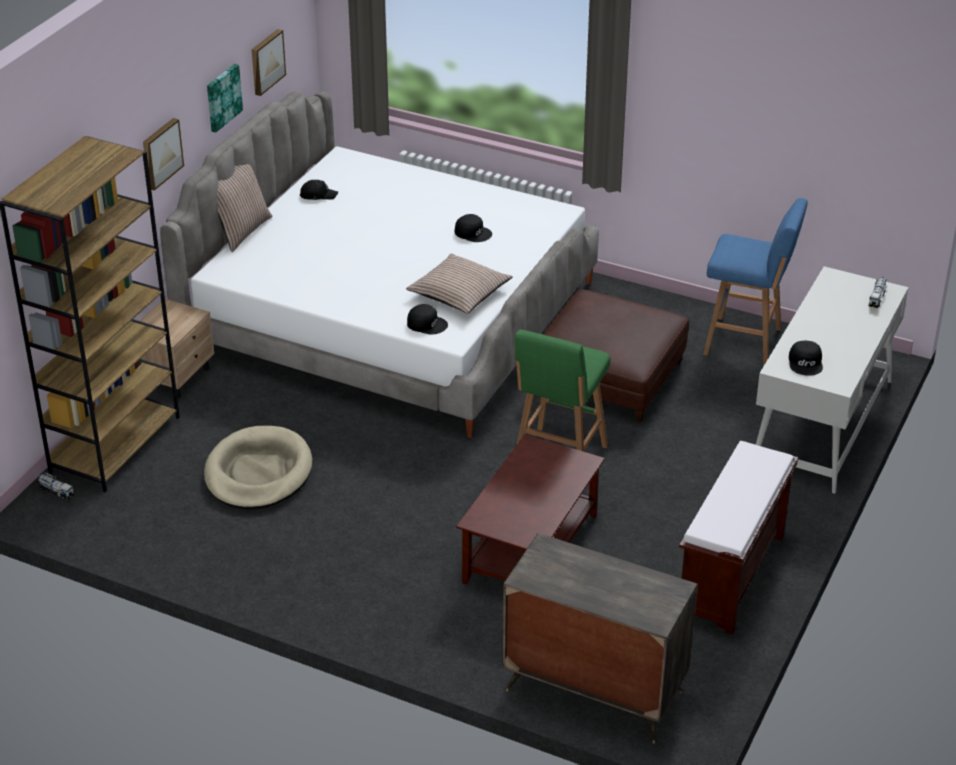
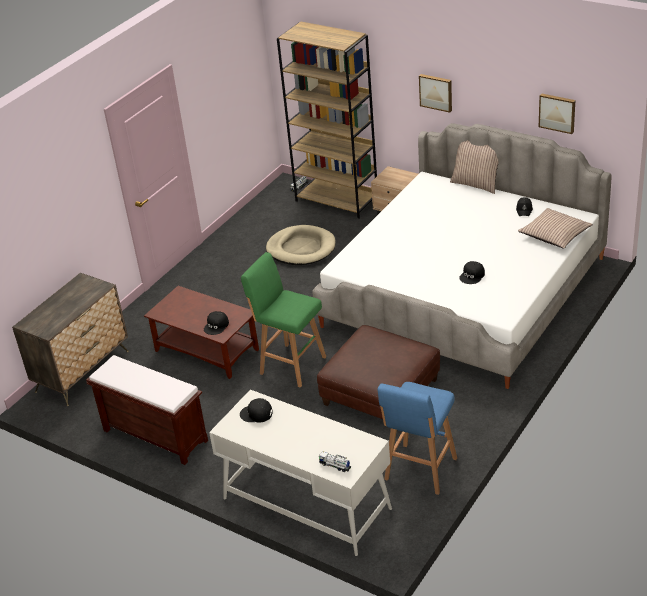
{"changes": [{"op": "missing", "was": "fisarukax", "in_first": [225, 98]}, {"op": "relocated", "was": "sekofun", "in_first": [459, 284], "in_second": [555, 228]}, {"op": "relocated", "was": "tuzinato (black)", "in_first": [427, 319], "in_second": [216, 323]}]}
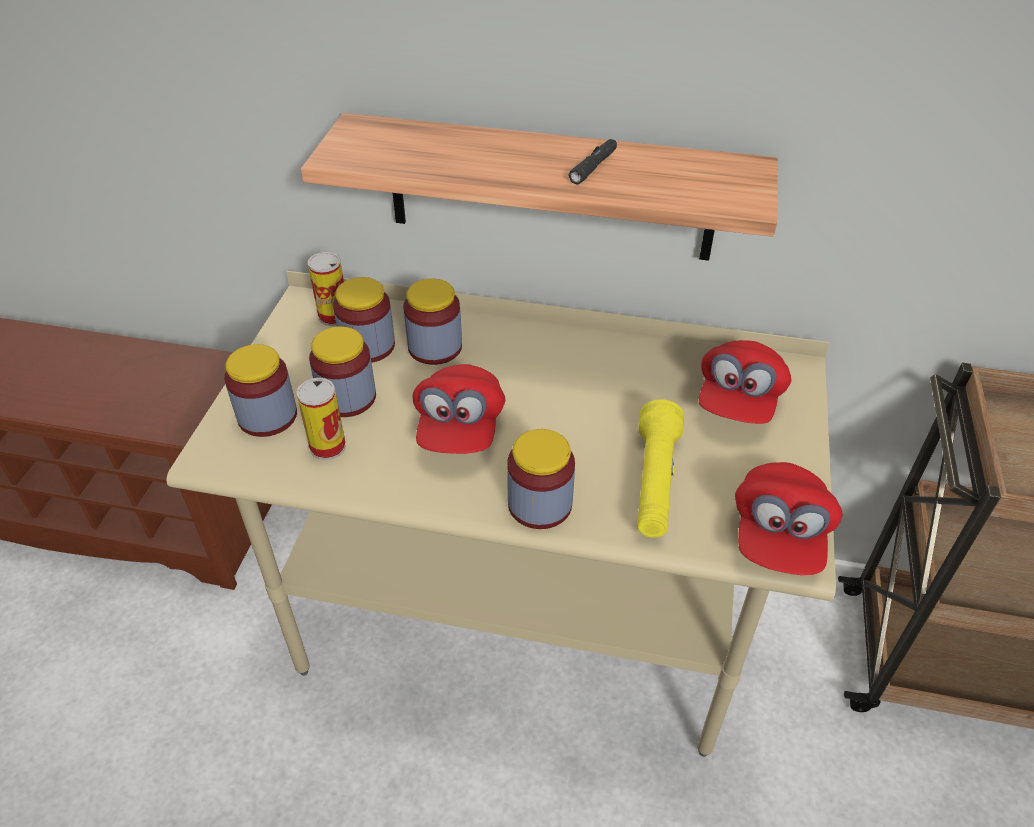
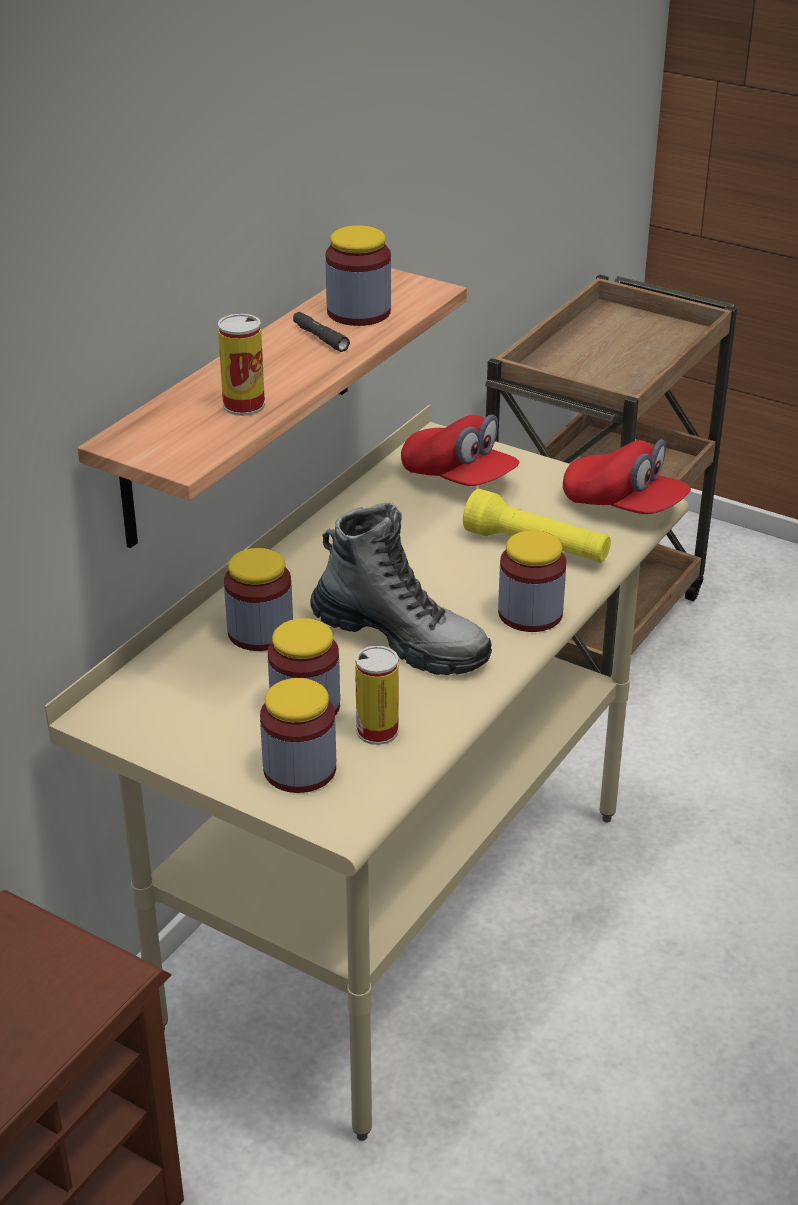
{"changes": [{"op": "relocated", "was": "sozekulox", "in_first": [326, 289], "in_second": [241, 364]}, {"op": "relocated", "was": "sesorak", "in_first": [364, 320], "in_second": [358, 275]}, {"op": "exchanged", "was": "tuzinato (red)", "now": "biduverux", "in_first": [458, 409], "in_second": [401, 589]}]}
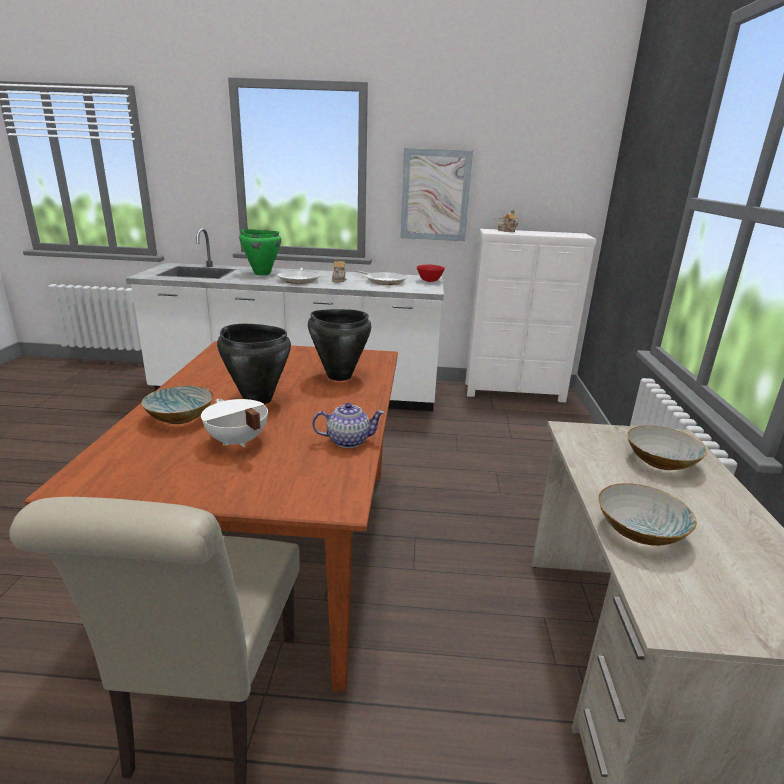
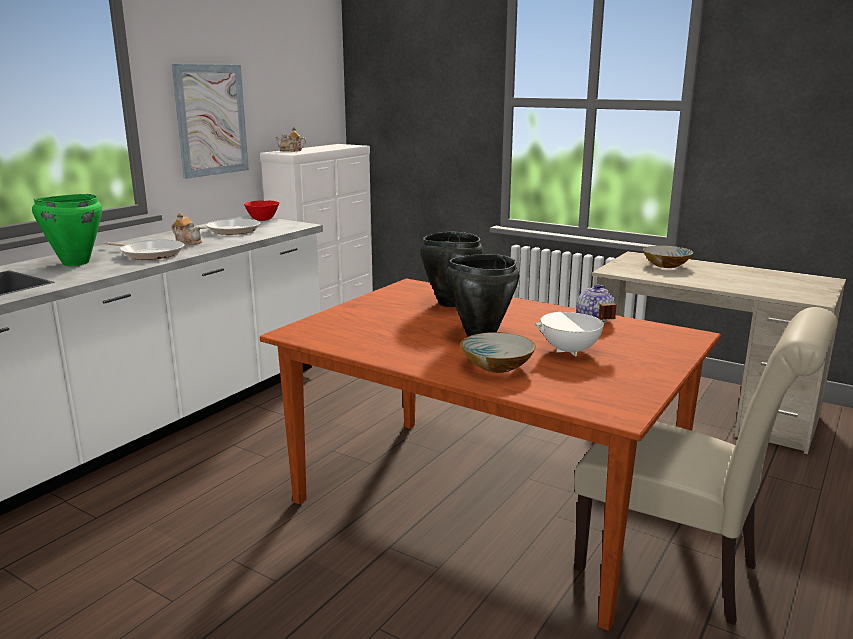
{"changes": [{"op": "missing", "was": "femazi", "in_first": [647, 514]}]}
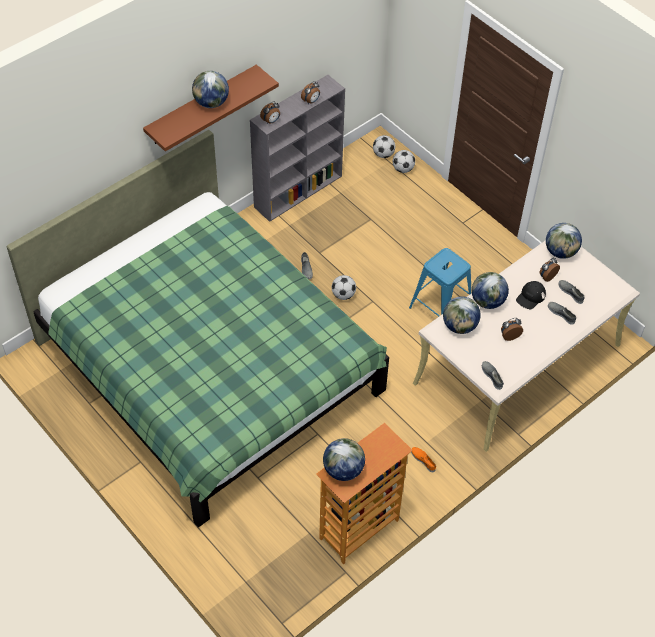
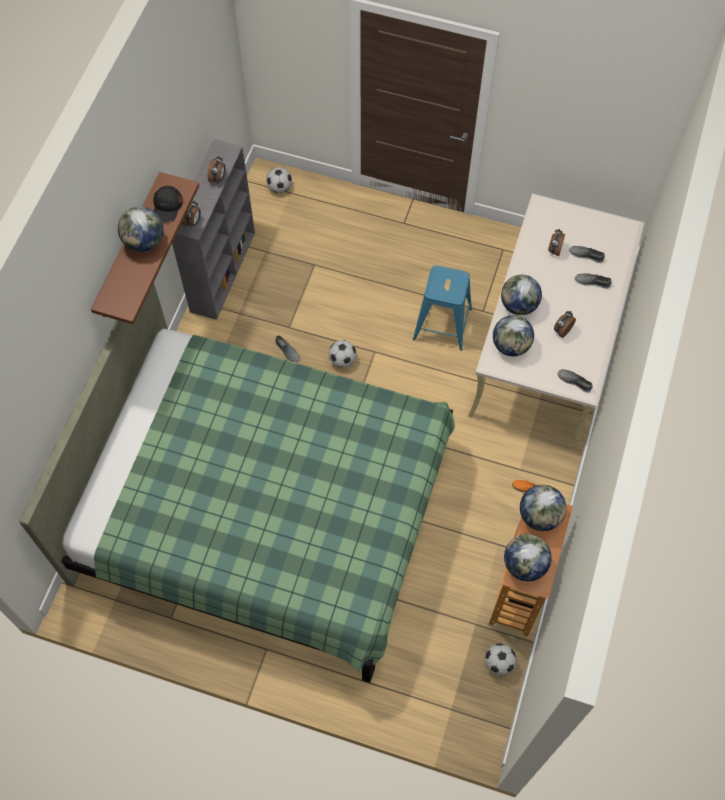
{"changes": [{"op": "relocated", "was": "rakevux", "in_first": [404, 161], "in_second": [500, 660]}, {"op": "relocated", "was": "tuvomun", "in_first": [564, 241], "in_second": [543, 508]}, {"op": "relocated", "was": "tuzinato (black)", "in_first": [531, 295], "in_second": [168, 204]}]}
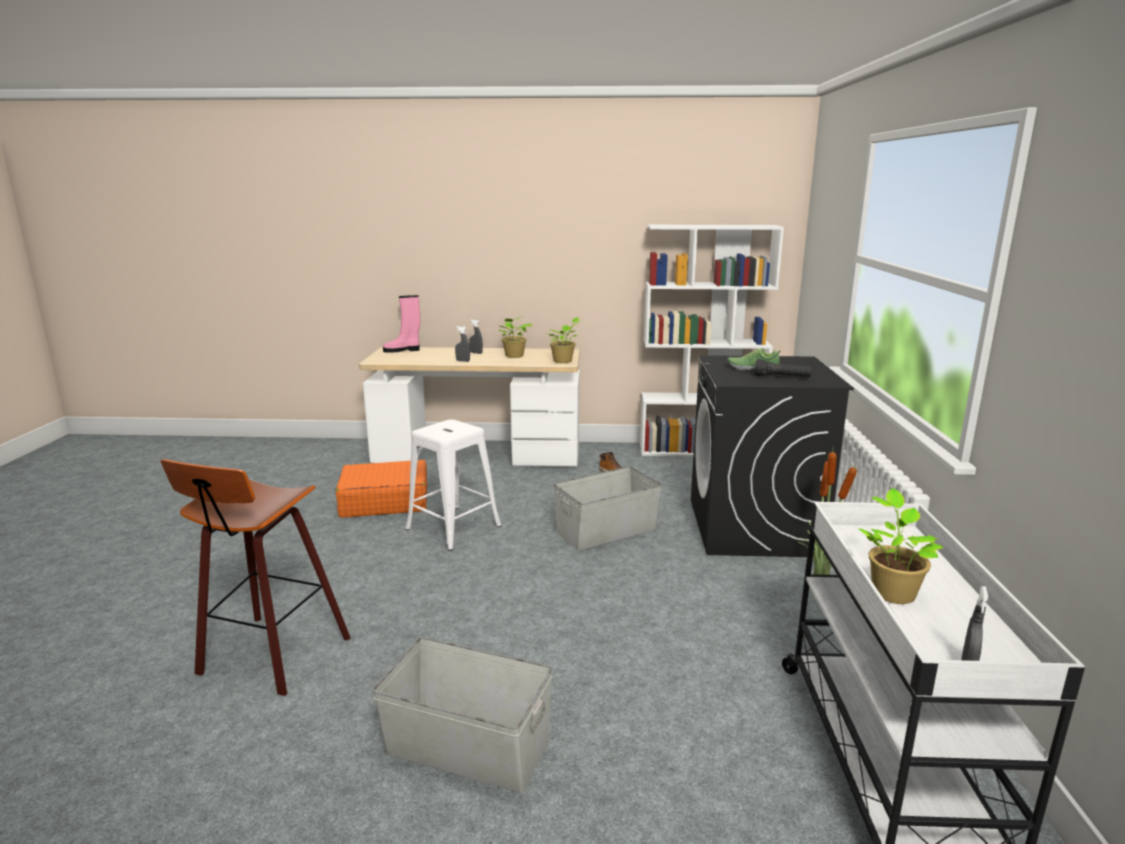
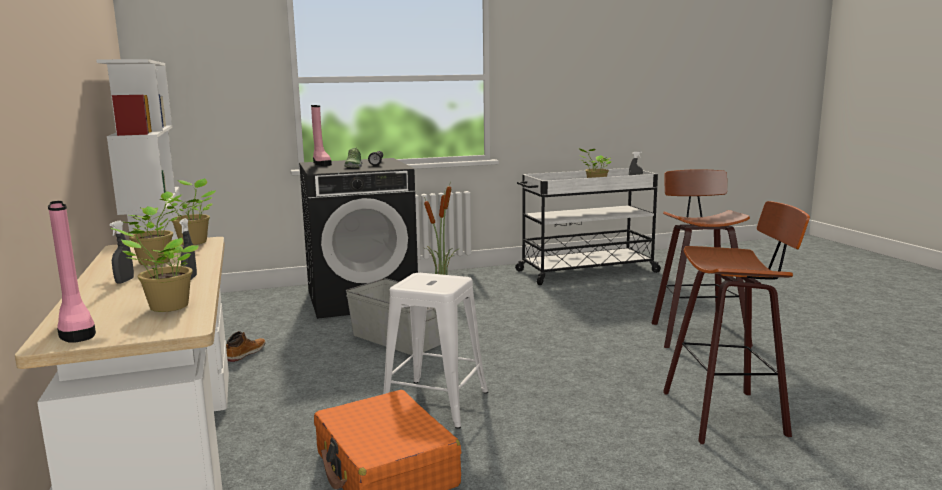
{"changes": [{"op": "exchanged", "was": "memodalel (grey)", "now": "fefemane", "in_first": [462, 715], "in_second": [702, 258]}, {"op": "appeared", "now": "biduverux (pink)", "in_second": [321, 135]}, {"op": "appeared", "now": "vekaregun", "in_second": [154, 270]}]}
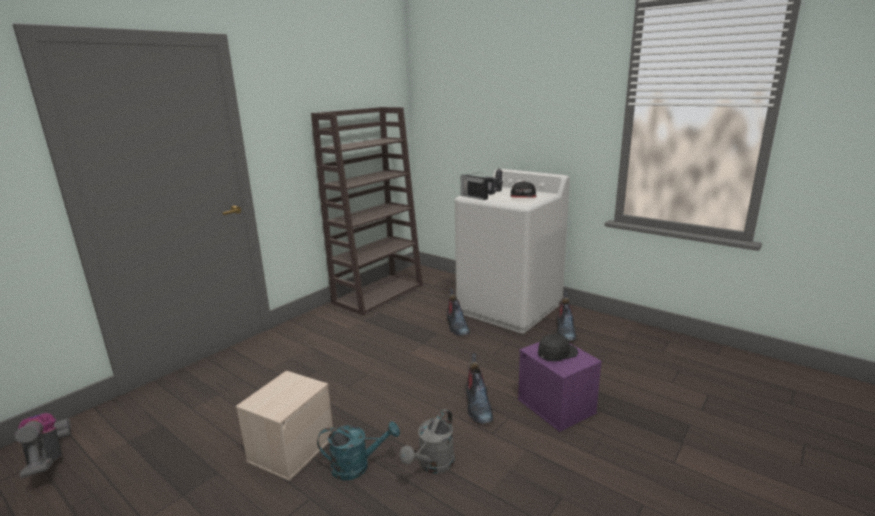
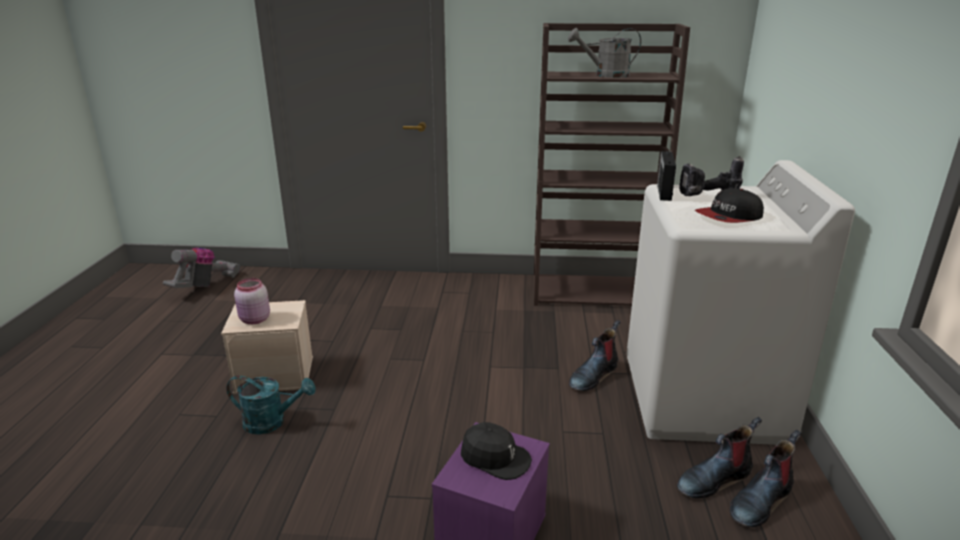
{"changes": [{"op": "relocated", "was": "biduverux", "in_first": [479, 388], "in_second": [765, 478]}, {"op": "relocated", "was": "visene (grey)", "in_first": [427, 441], "in_second": [604, 53]}, {"op": "spun", "was": "visene (turquoise)", "in_first": [358, 450], "in_second": [271, 404], "clockwise": -45}, {"op": "appeared", "now": "sesorak (pink)", "in_second": [252, 301]}]}
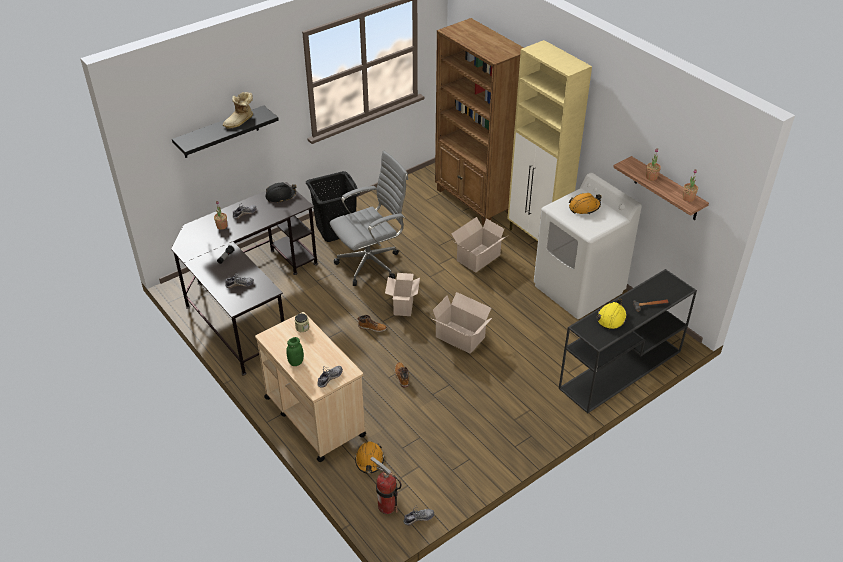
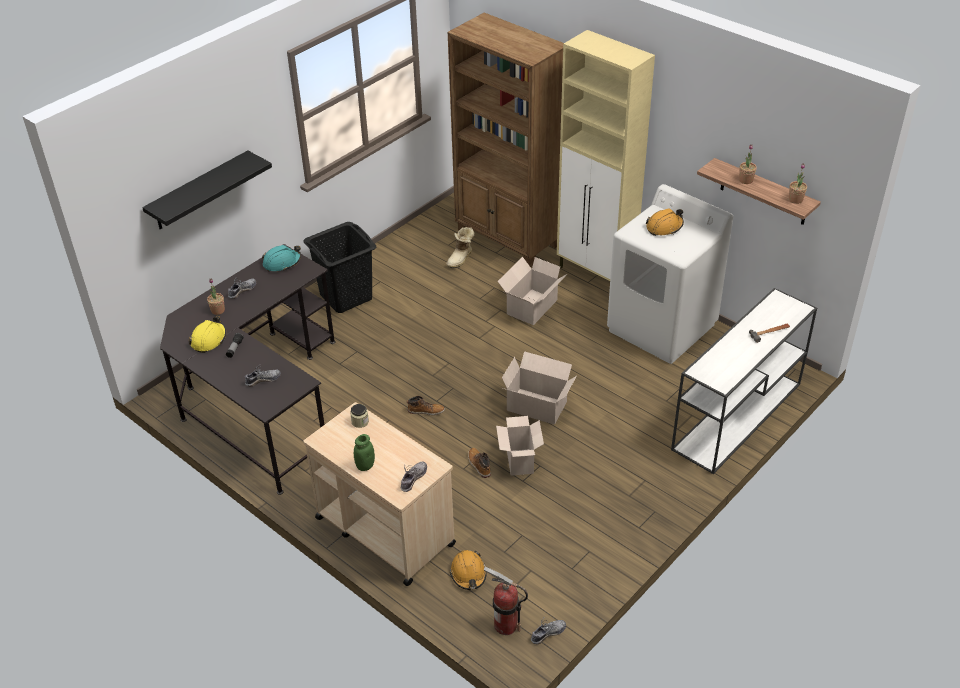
{"changes": [{"op": "relocated", "was": "biduverux", "in_first": [238, 110], "in_second": [460, 248]}, {"op": "missing", "was": "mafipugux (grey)", "in_first": [369, 218]}, {"op": "colour", "was": "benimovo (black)", "now": "benimovo (turquoise)", "in_first": [280, 192], "in_second": [281, 258]}, {"op": "colour", "was": "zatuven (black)", "now": "zatuven (white)", "in_first": [628, 341], "in_second": [744, 381]}, {"op": "relocated", "was": "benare", "in_first": [402, 294], "in_second": [520, 446]}, {"op": "relocated", "was": "benimovo (yellow)", "in_first": [612, 314], "in_second": [207, 334]}]}
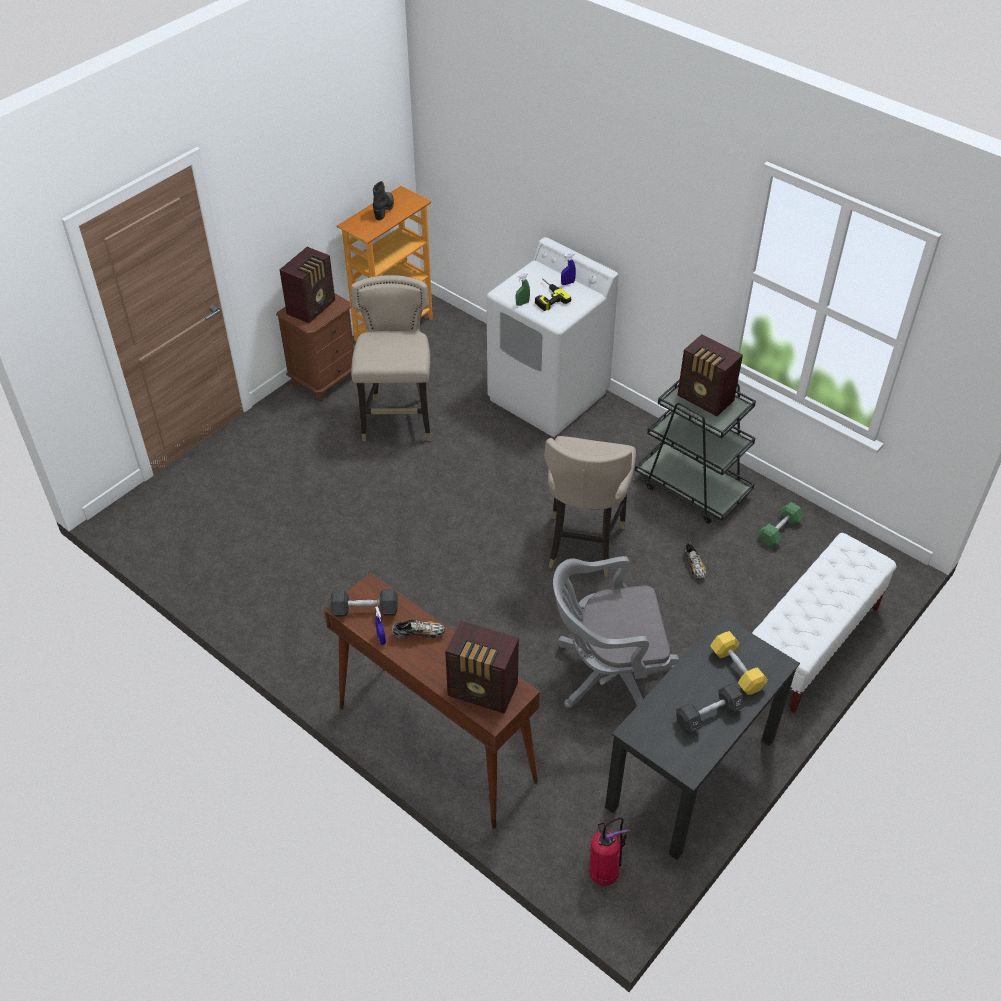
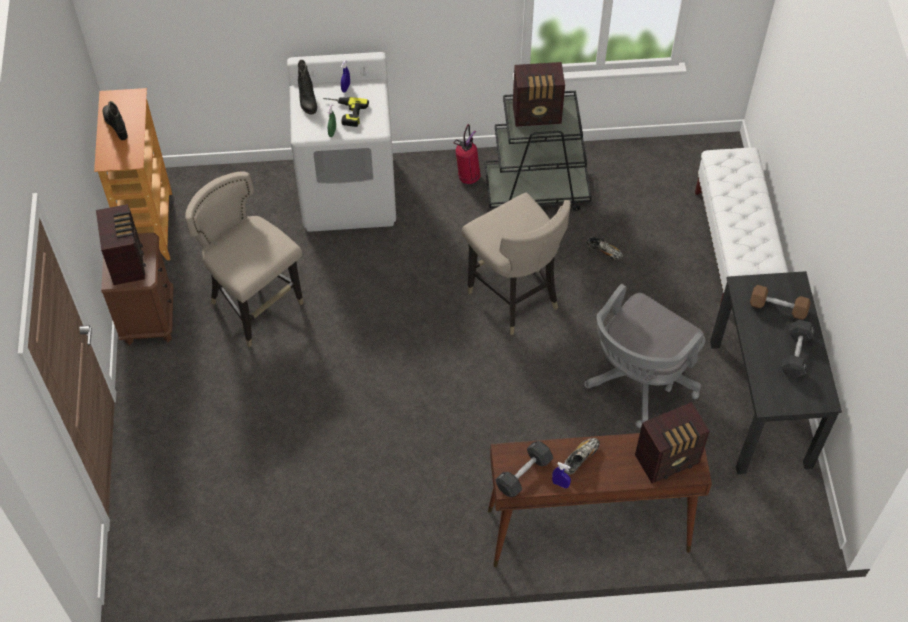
{"changes": [{"op": "missing", "was": "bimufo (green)", "in_first": [781, 524]}, {"op": "colour", "was": "bimufo (yellow)", "now": "bimufo (brown)", "in_first": [739, 663], "in_second": [780, 302]}, {"op": "relocated", "was": "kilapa", "in_first": [609, 851], "in_second": [467, 154]}, {"op": "appeared", "now": "biduverux (black)", "in_second": [307, 87]}]}
